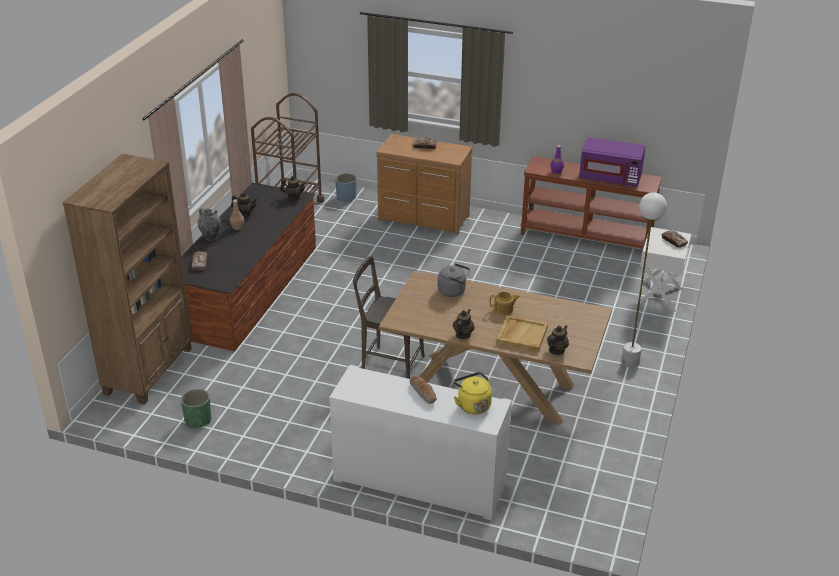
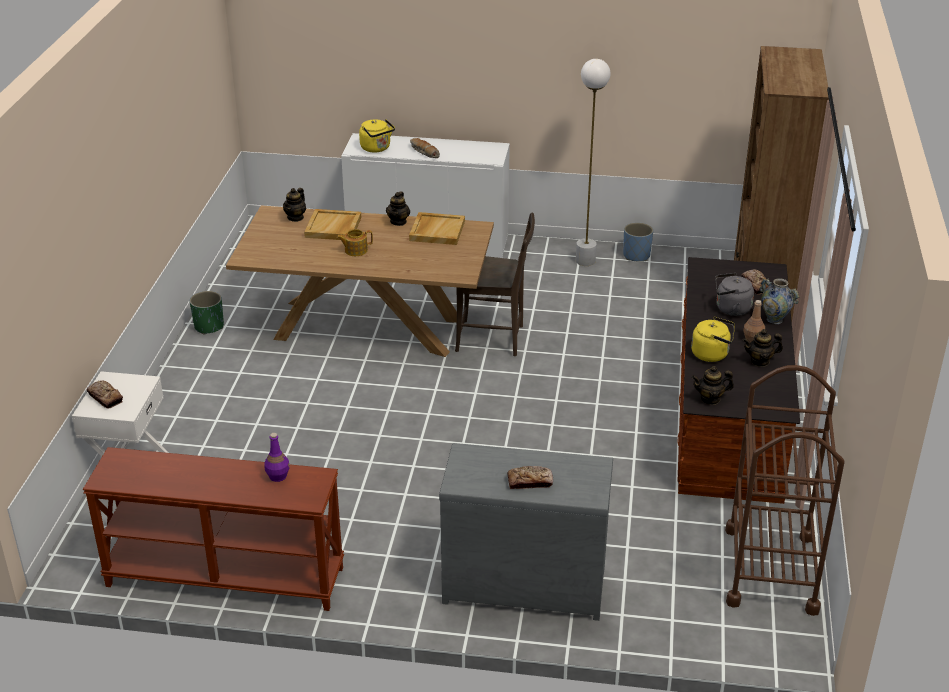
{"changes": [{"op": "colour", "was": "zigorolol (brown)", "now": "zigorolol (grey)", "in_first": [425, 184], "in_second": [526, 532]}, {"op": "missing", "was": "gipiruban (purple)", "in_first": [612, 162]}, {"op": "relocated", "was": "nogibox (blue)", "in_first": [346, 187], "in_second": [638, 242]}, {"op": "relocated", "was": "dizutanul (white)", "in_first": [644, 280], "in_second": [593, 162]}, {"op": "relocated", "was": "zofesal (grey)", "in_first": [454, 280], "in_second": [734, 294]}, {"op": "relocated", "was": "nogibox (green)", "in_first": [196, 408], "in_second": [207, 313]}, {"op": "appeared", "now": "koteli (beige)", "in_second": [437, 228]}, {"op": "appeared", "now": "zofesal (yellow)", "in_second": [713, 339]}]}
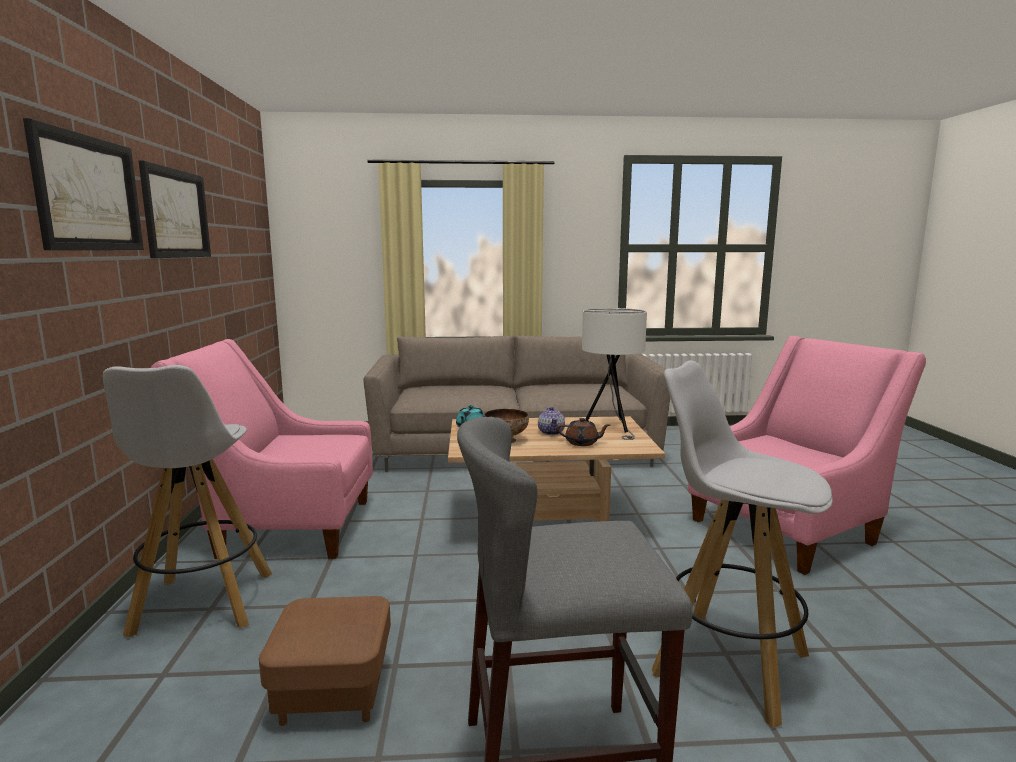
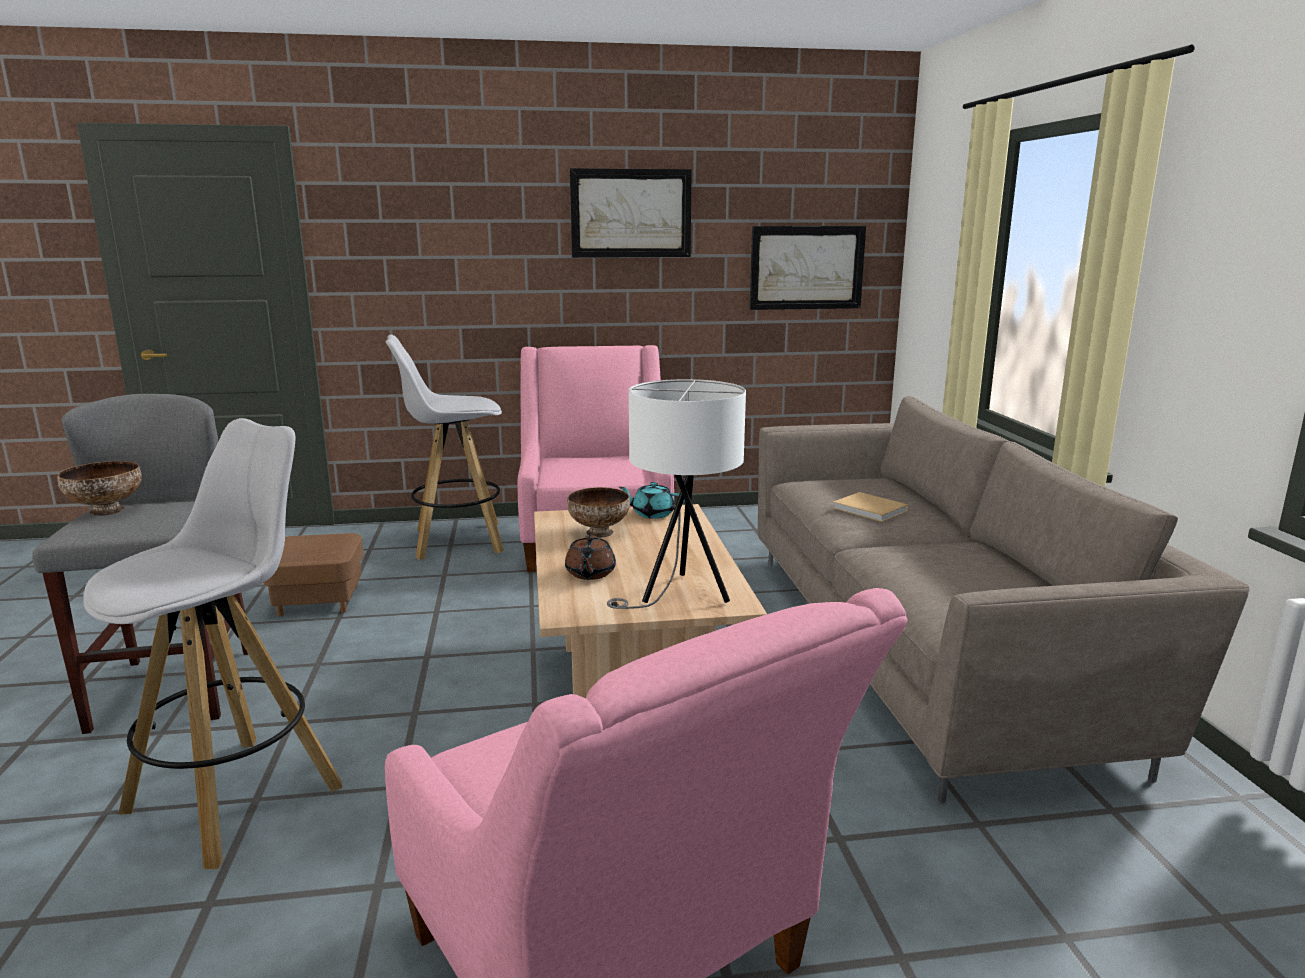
{"changes": [{"op": "relocated", "was": "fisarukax", "in_first": [83, 184], "in_second": [808, 268]}, {"op": "missing", "was": "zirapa", "in_first": [551, 421]}, {"op": "appeared", "now": "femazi", "in_second": [99, 488]}, {"op": "appeared", "now": "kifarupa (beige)", "in_second": [871, 507]}]}
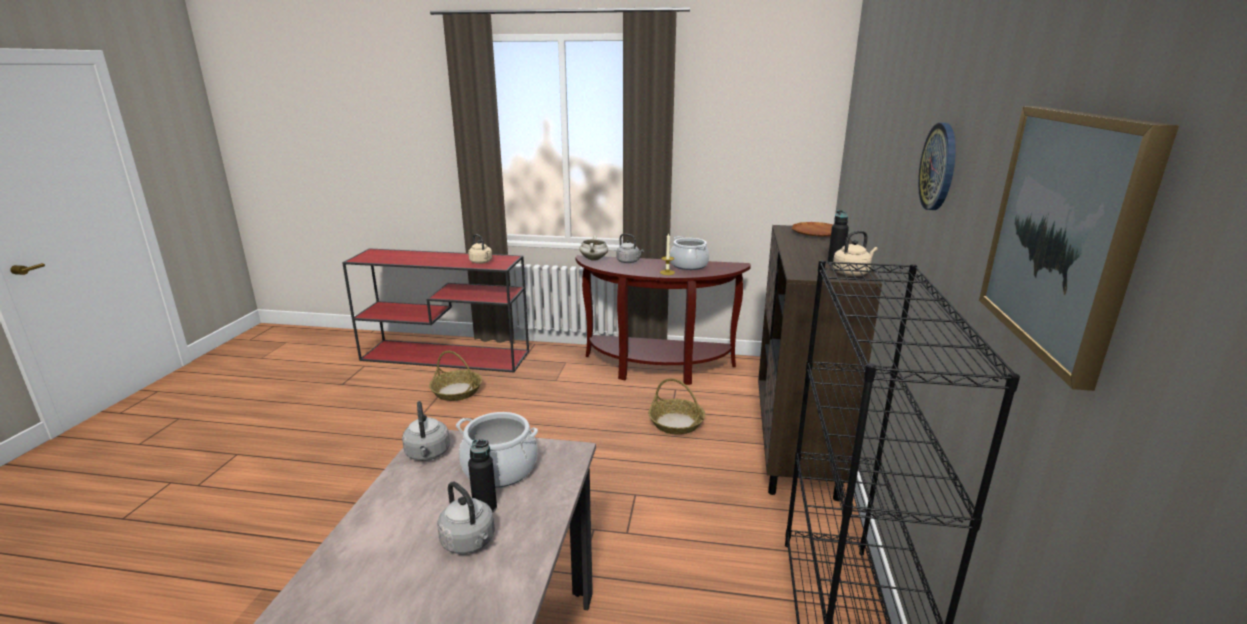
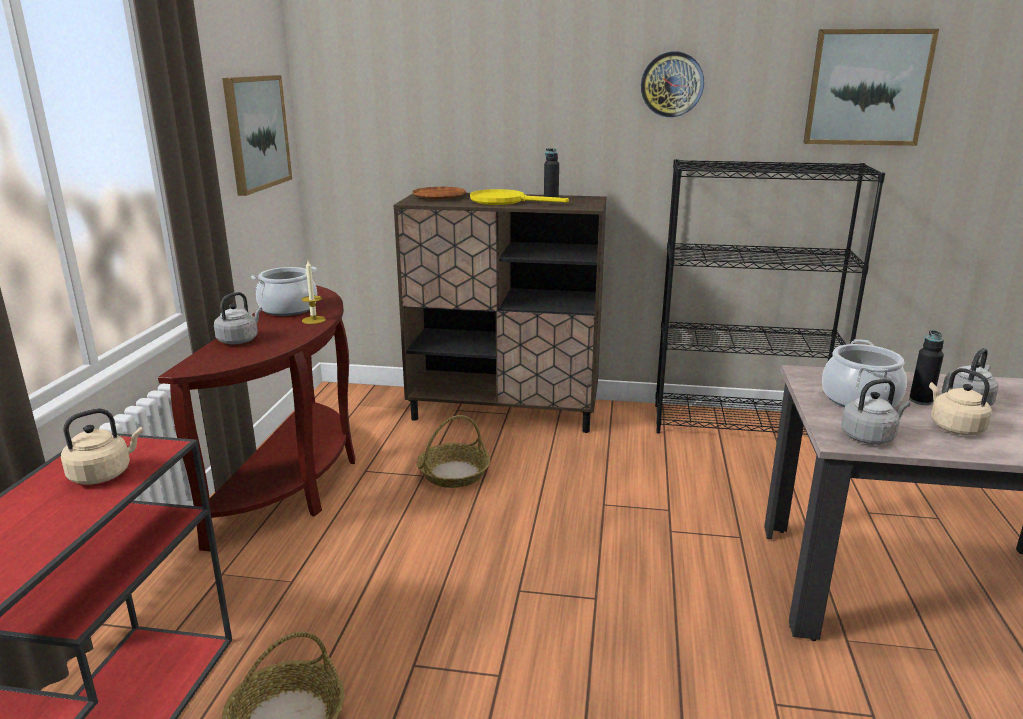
{"changes": [{"op": "relocated", "was": "zofesal (beige)", "in_first": [855, 253], "in_second": [960, 401]}, {"op": "missing", "was": "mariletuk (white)", "in_first": [593, 248]}, {"op": "appeared", "now": "fisarukax", "in_second": [257, 135]}, {"op": "appeared", "now": "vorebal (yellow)", "in_second": [519, 197]}]}
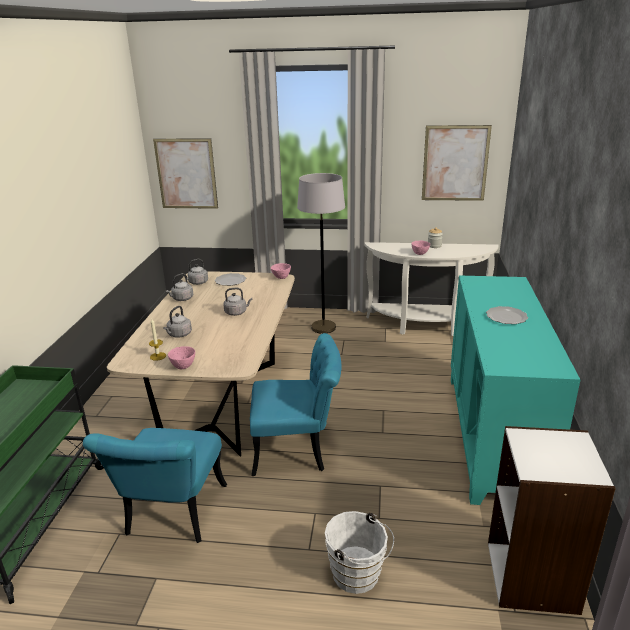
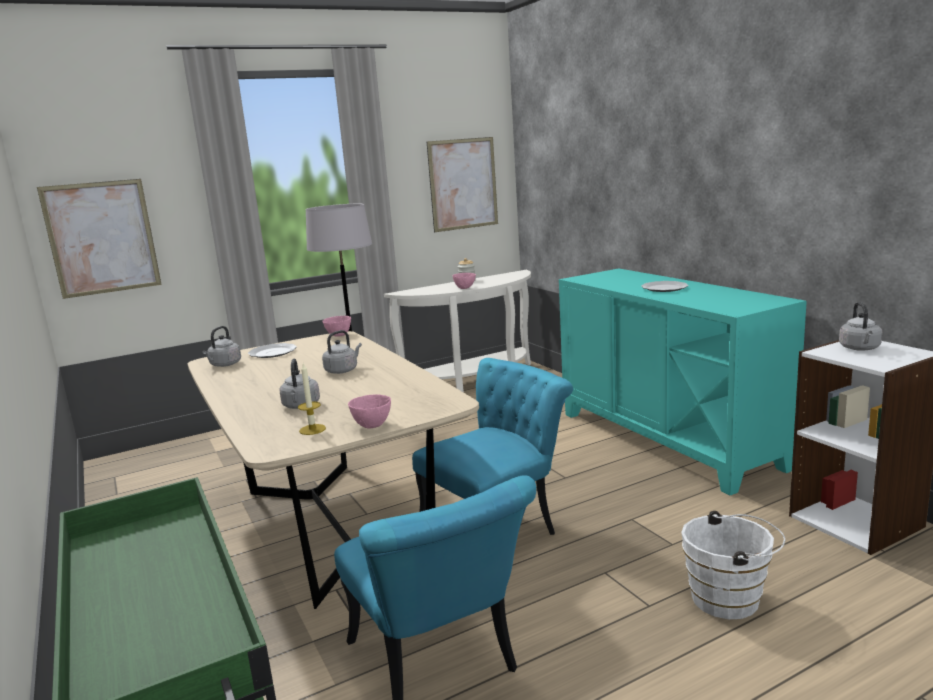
{"changes": [{"op": "relocated", "was": "zofesal (grey)", "in_first": [179, 287], "in_second": [860, 326]}]}
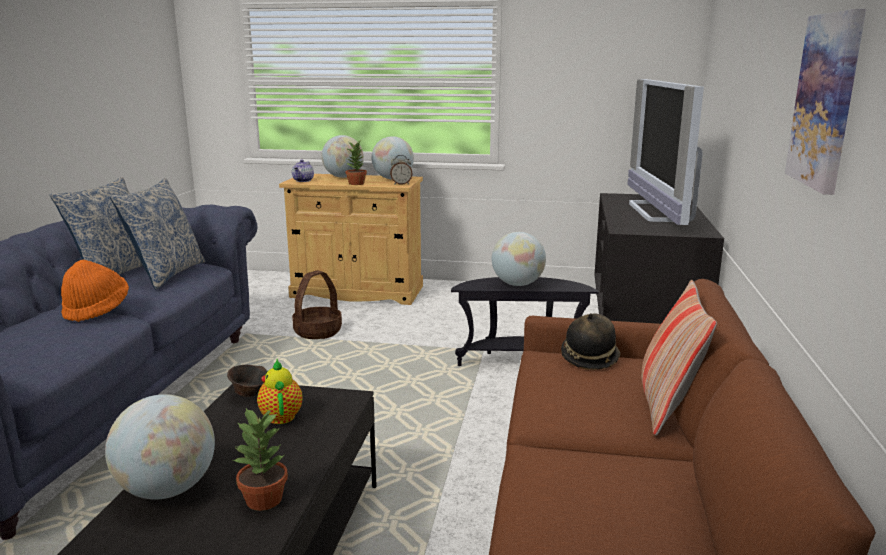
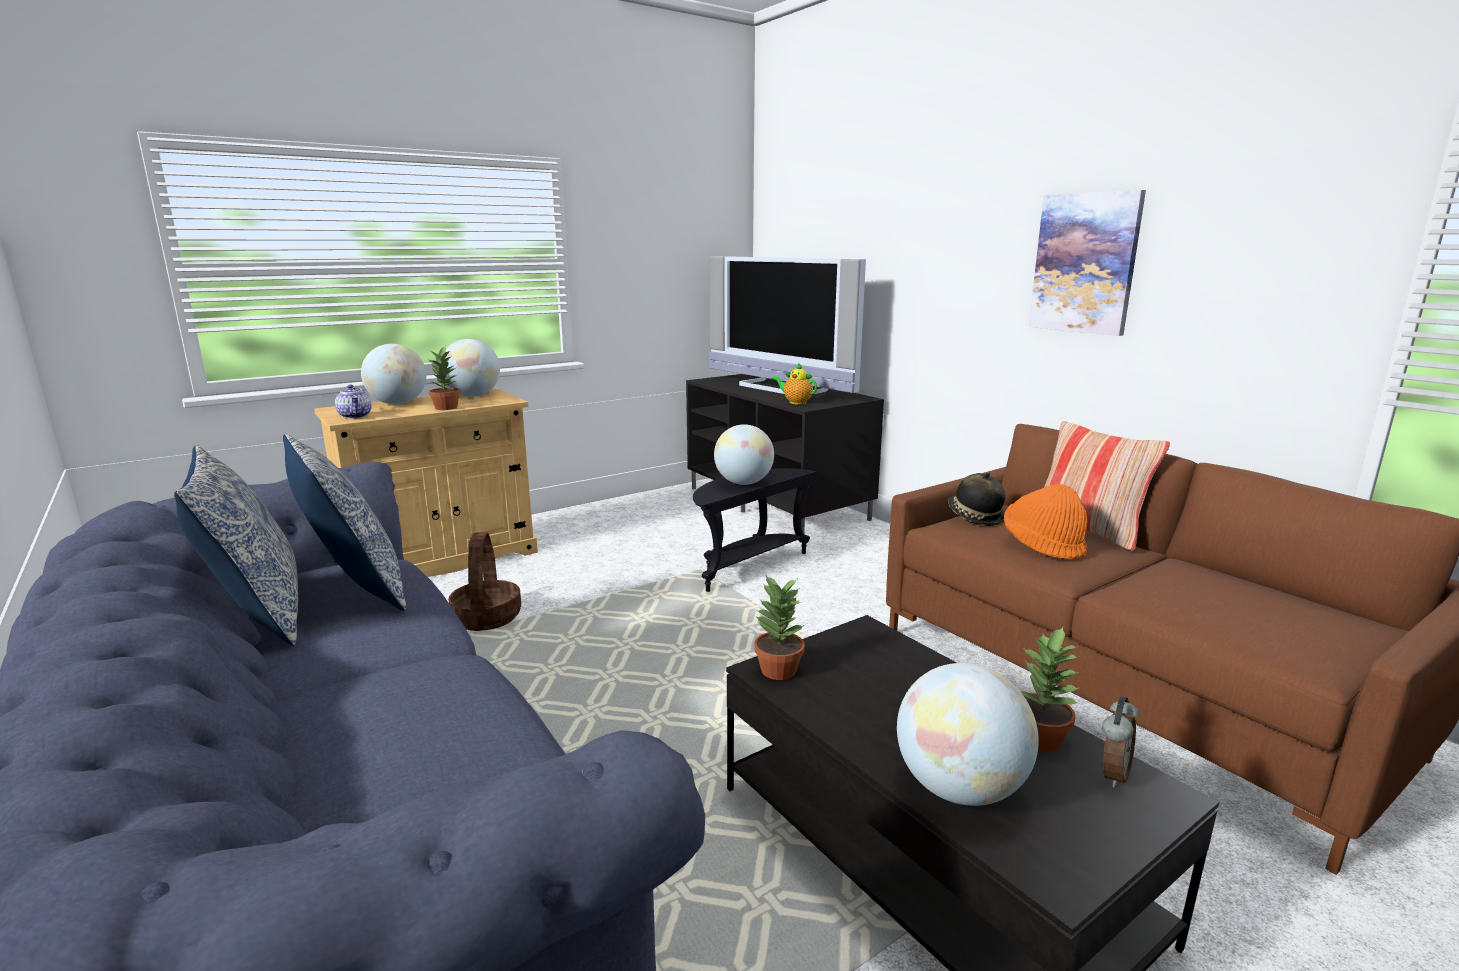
{"changes": [{"op": "relocated", "was": "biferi", "in_first": [401, 170], "in_second": [1121, 742]}, {"op": "relocated", "was": "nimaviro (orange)", "in_first": [95, 291], "in_second": [1045, 522]}, {"op": "relocated", "was": "zirapa", "in_first": [280, 391], "in_second": [794, 383]}, {"op": "exchanged", "was": "femazi (brown)", "now": "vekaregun", "in_first": [247, 381], "in_second": [779, 628]}]}
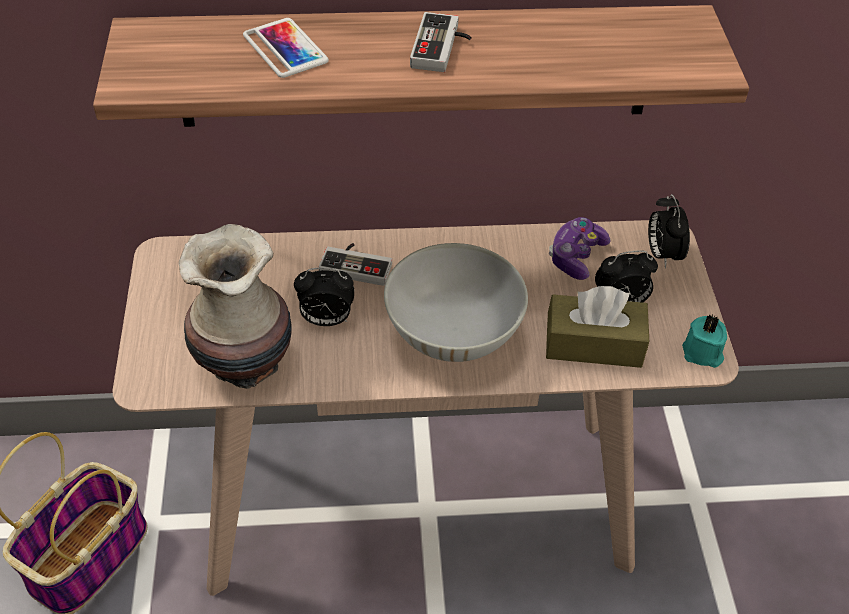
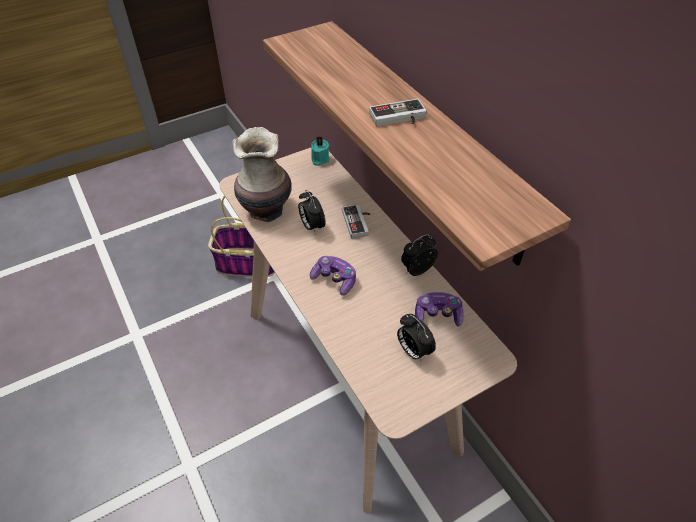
{"changes": [{"op": "missing", "was": "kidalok", "in_first": [286, 48]}, {"op": "relocated", "was": "biferi", "in_first": [669, 231], "in_second": [419, 255]}, {"op": "exchanged", "was": "femazi (white)", "now": "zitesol", "in_first": [456, 302], "in_second": [333, 275]}, {"op": "missing", "was": "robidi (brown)", "in_first": [597, 327]}, {"op": "relocated", "was": "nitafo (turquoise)", "in_first": [704, 341], "in_second": [320, 151]}]}
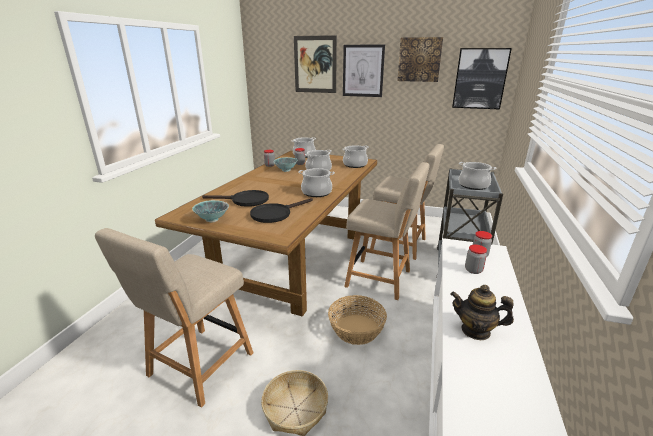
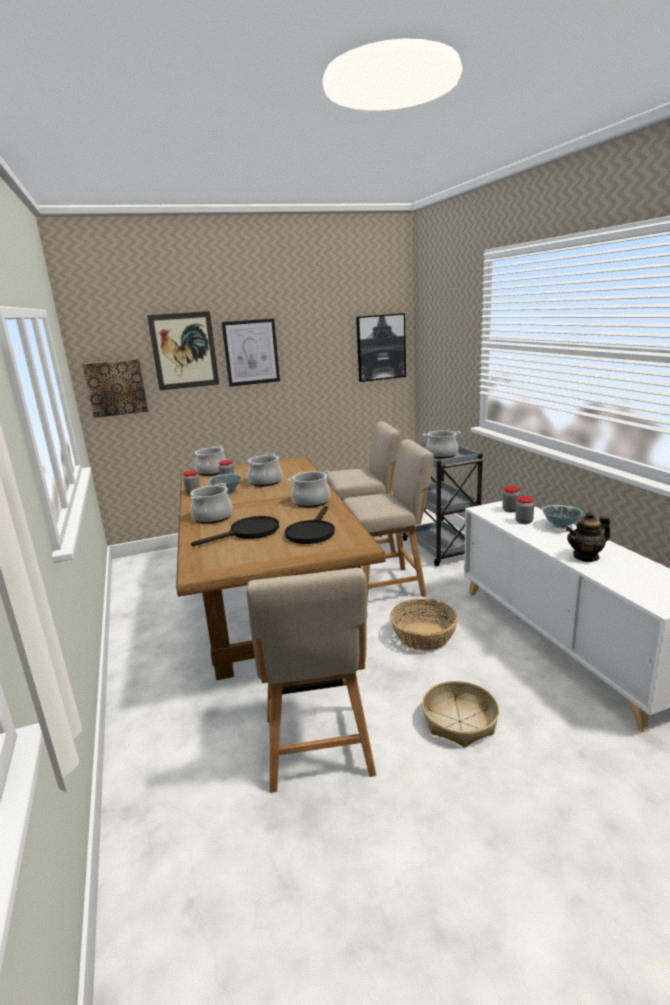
{"changes": [{"op": "relocated", "was": "fisarukax", "in_first": [420, 59], "in_second": [115, 388]}, {"op": "relocated", "was": "mariletuk", "in_first": [355, 156], "in_second": [211, 503]}, {"op": "relocated", "was": "femazi", "in_first": [210, 211], "in_second": [562, 517]}]}
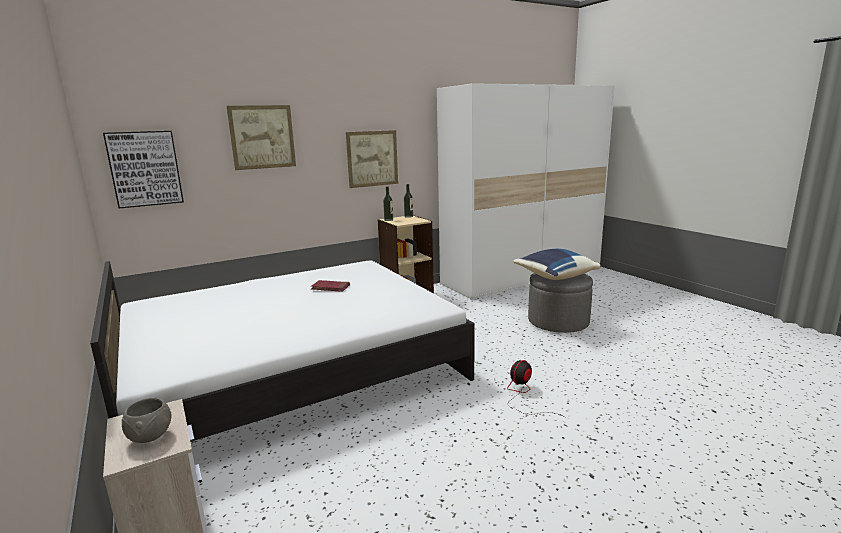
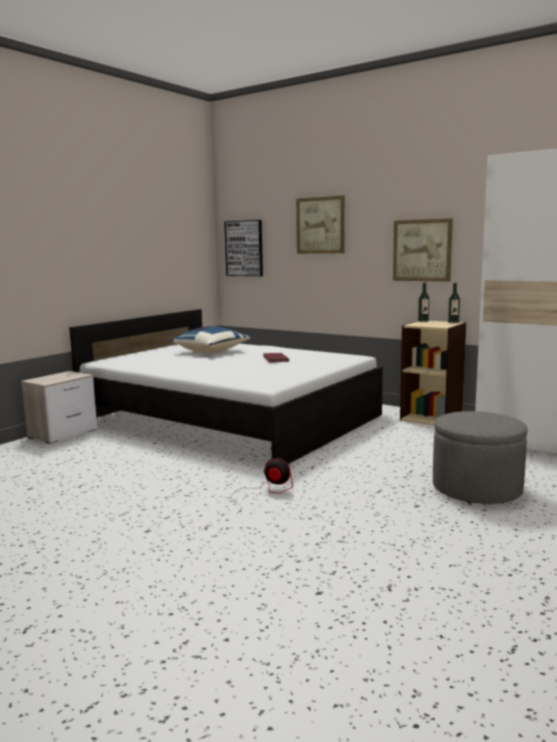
{"changes": [{"op": "relocated", "was": "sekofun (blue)", "in_first": [557, 264], "in_second": [211, 339]}, {"op": "missing", "was": "femazi (grey)", "in_first": [147, 420]}]}
